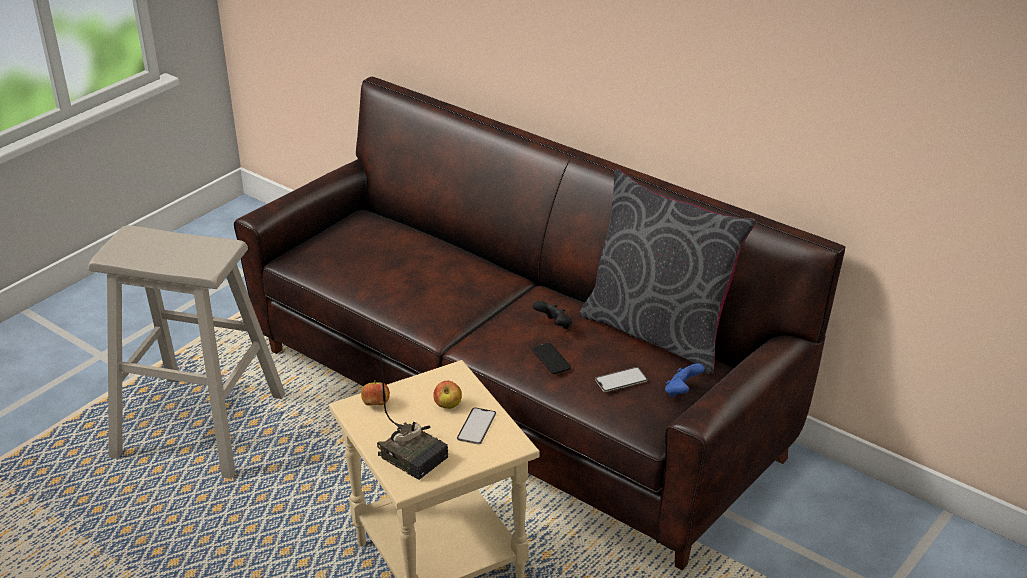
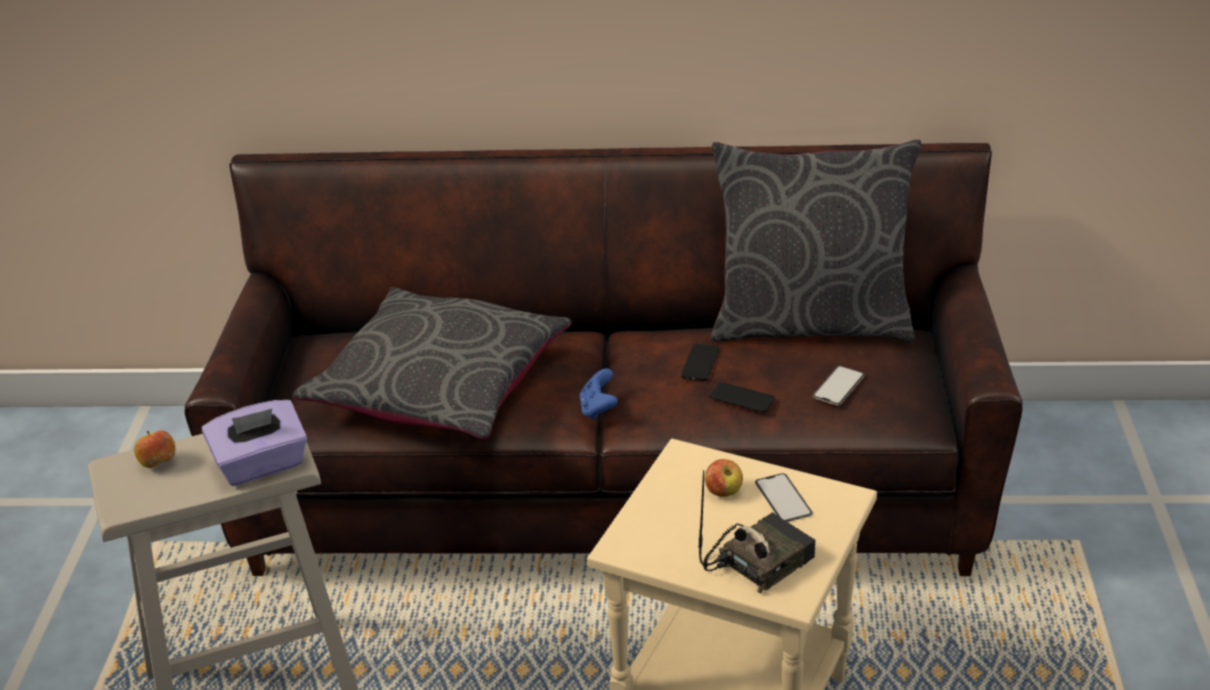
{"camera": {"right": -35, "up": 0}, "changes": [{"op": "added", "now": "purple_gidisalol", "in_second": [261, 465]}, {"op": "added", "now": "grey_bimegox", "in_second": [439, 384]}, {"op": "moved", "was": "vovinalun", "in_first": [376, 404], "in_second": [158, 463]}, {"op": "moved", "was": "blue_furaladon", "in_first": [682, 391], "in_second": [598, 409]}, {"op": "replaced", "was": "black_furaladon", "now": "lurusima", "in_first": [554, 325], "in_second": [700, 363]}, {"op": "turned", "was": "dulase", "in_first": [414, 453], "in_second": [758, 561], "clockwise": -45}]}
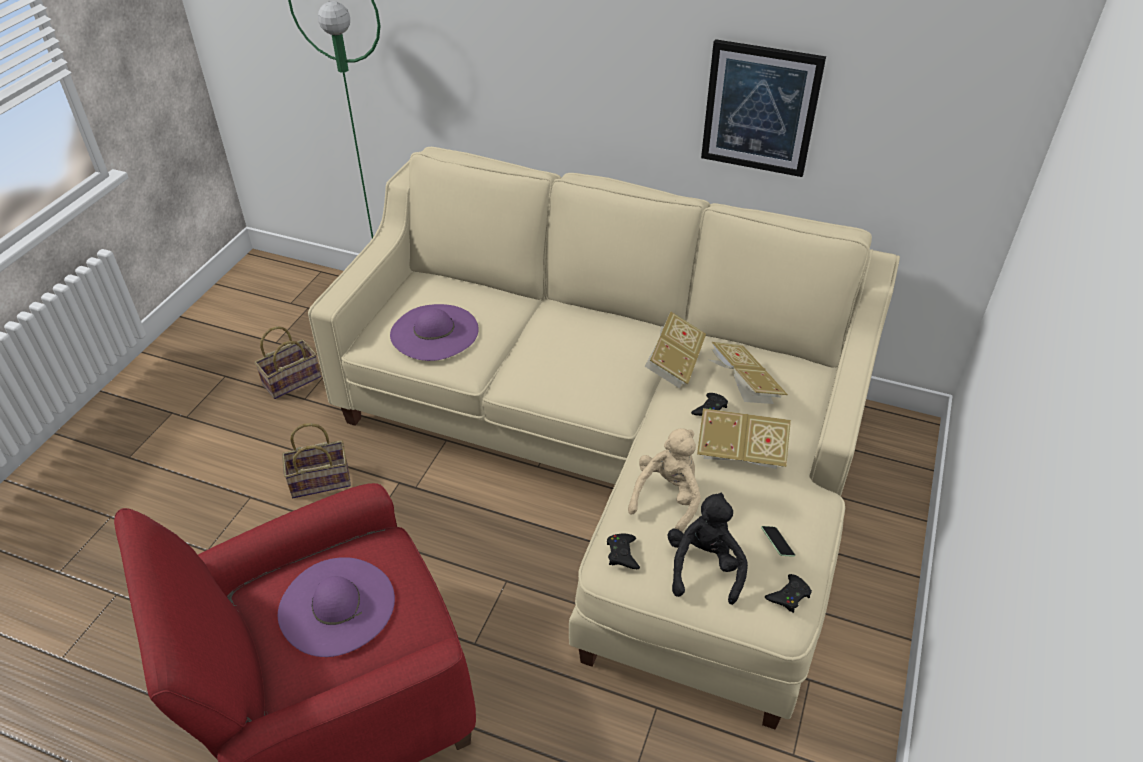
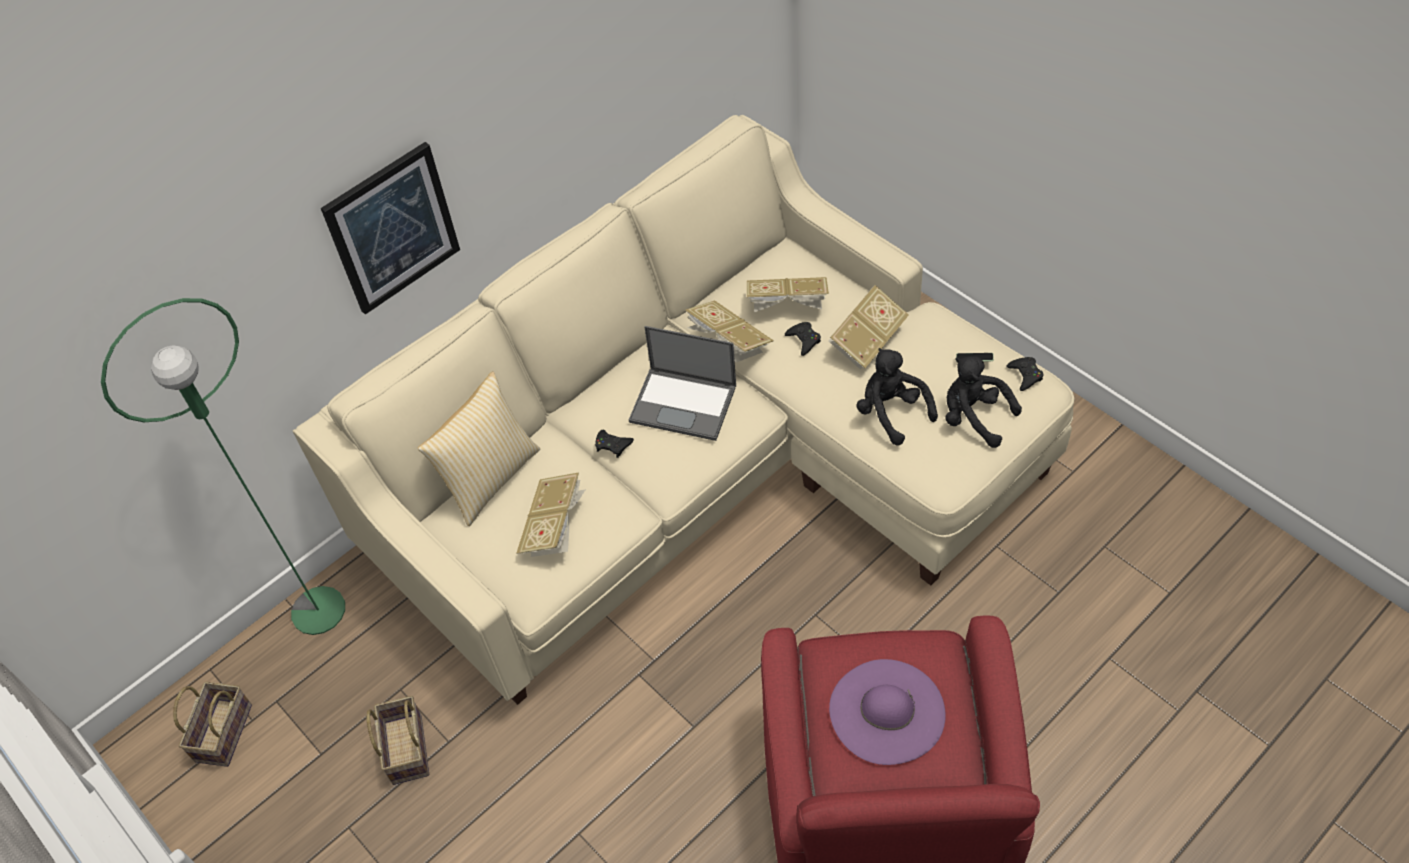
{"camera": {"right": -60, "up": 10}, "changes": [{"op": "added", "now": "bimegox", "in_second": [490, 478]}, {"op": "added", "now": "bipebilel", "in_second": [684, 403]}, {"op": "moved", "was": "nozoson", "in_first": [322, 480], "in_second": [223, 731]}, {"op": "moved", "was": "black_furaladon", "in_first": [622, 554], "in_second": [612, 445]}, {"op": "moved", "was": "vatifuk", "in_first": [760, 108], "in_second": [392, 228]}, {"op": "replaced", "was": "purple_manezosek", "now": "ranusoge", "in_first": [434, 332], "in_second": [555, 527]}, {"op": "recoloured", "was": "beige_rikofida", "now": "black_rikofida", "in_first": [667, 498], "in_second": [891, 412]}]}
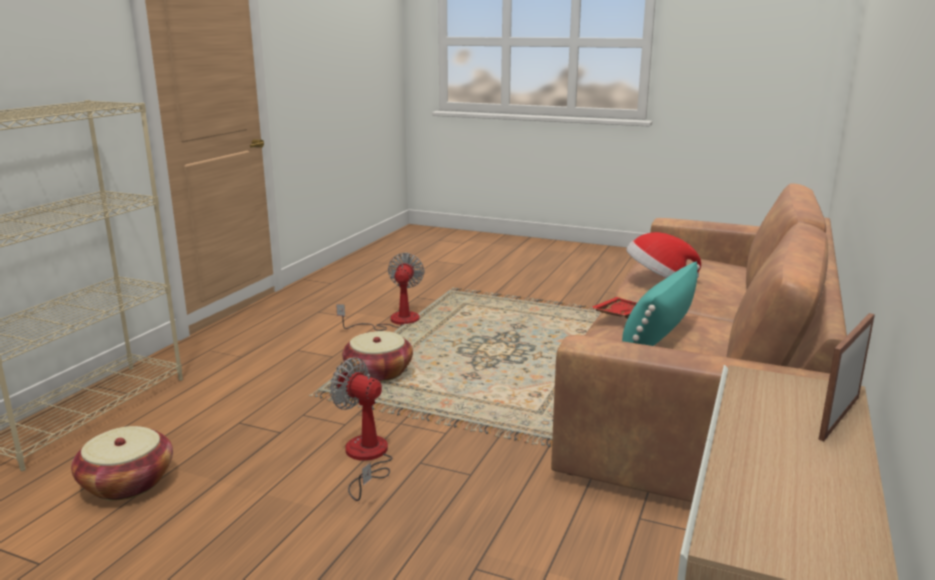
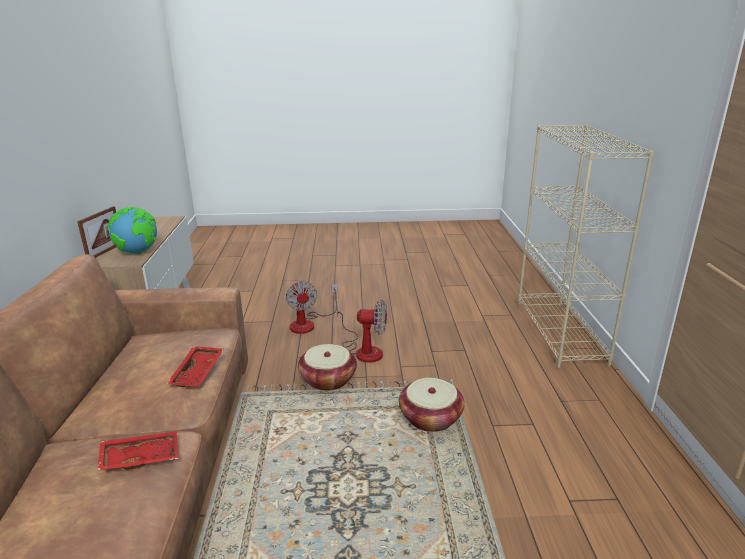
{"camera": {"right": 155, "up": 5}, "changes": [{"op": "removed", "was": "turquoise_bimegox", "in_first": [657, 335]}, {"op": "added", "now": "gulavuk", "in_second": [138, 252]}, {"op": "moved", "was": "nozoson", "in_first": [127, 483], "in_second": [328, 379]}, {"op": "moved", "was": "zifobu", "in_first": [394, 321], "in_second": [308, 323]}, {"op": "replaced", "was": "manezosek", "now": "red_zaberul", "in_first": [658, 279], "in_second": [141, 457]}]}
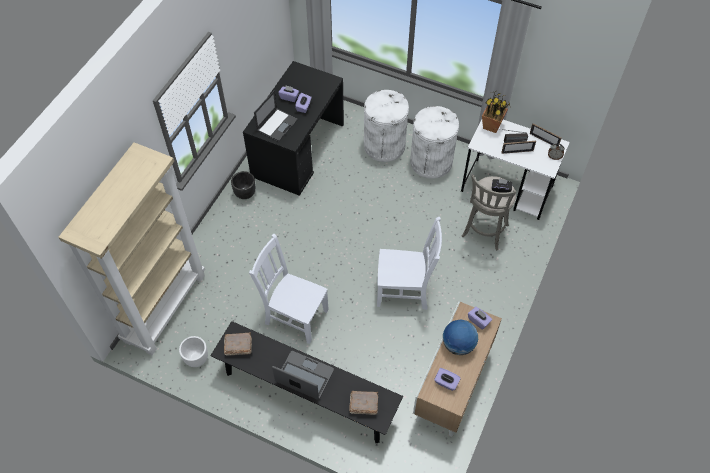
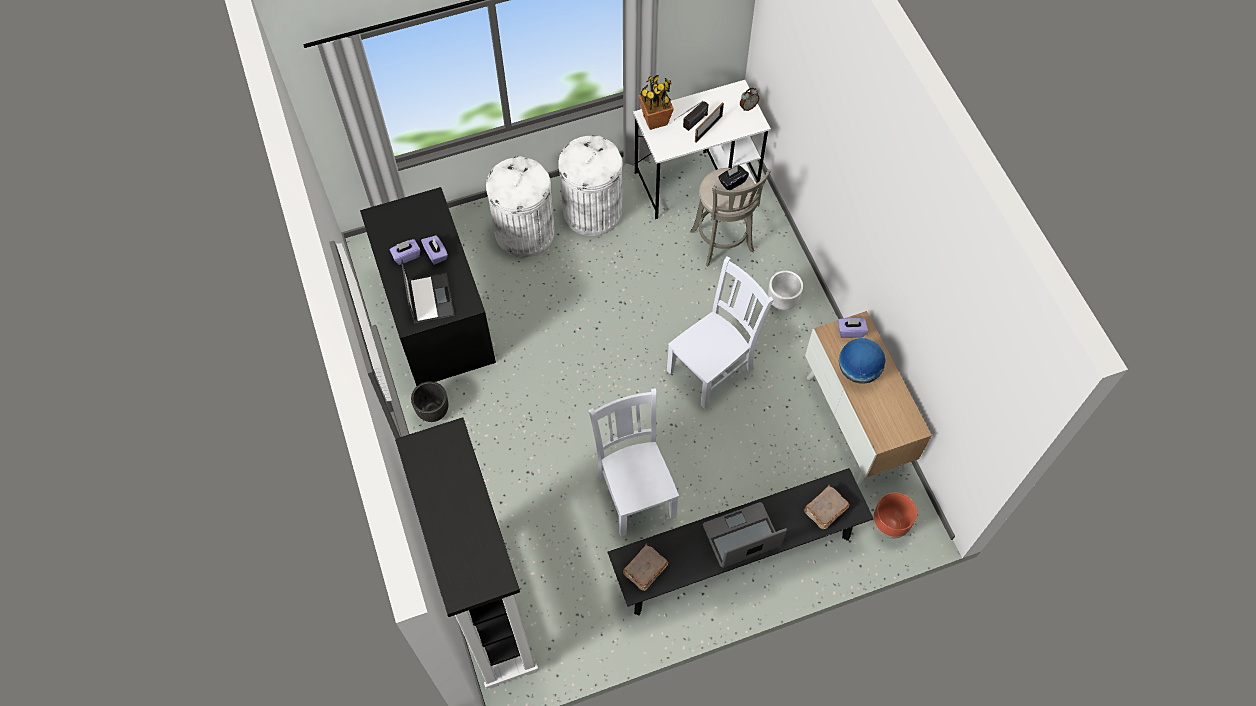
{"camera": {"right": -45, "up": 5}, "changes": [{"op": "removed", "was": "purple_gidisalol", "in_first": [446, 382]}, {"op": "removed", "was": "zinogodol", "in_first": [543, 140]}, {"op": "added", "now": "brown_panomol", "in_second": [889, 525]}, {"op": "moved", "was": "white_panomol", "in_first": [197, 358], "in_second": [782, 300]}, {"op": "recoloured", "was": "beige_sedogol", "now": "black_sedogol", "in_first": [165, 307], "in_second": [489, 610]}, {"op": "turned", "was": "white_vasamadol", "in_first": [294, 315], "in_second": [635, 492], "clockwise": 90}]}
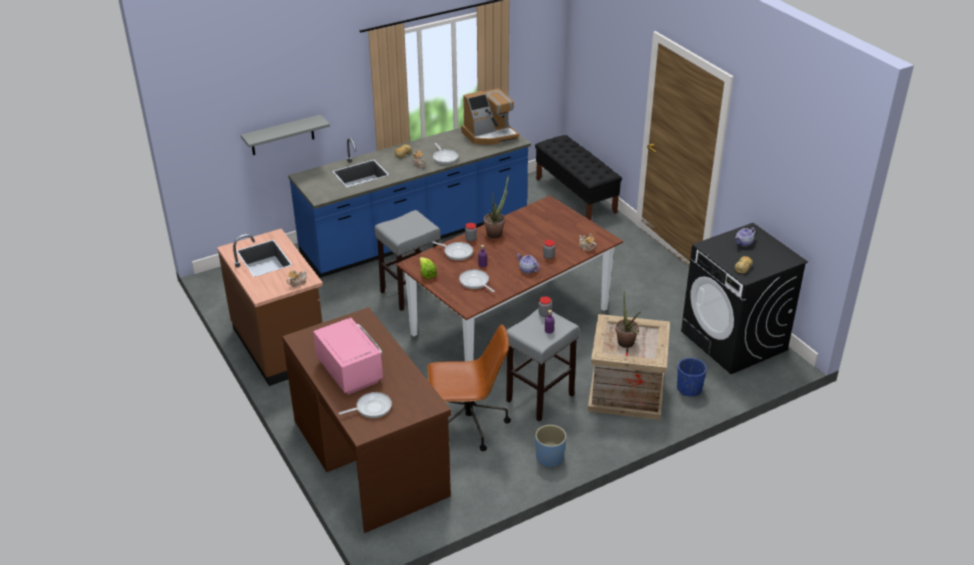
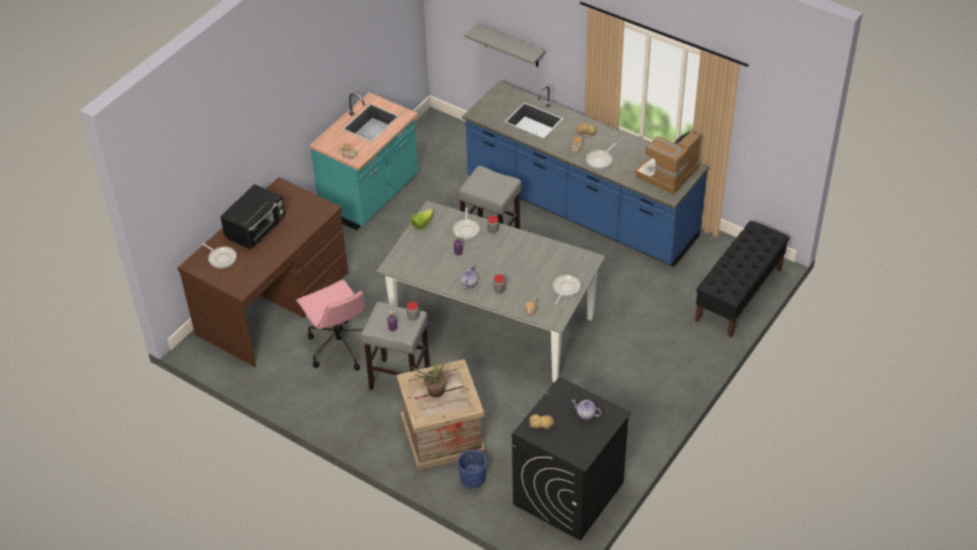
{"camera": {"right": 65, "up": 10}, "changes": [{"op": "removed", "was": "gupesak", "in_first": [496, 232]}, {"op": "removed", "was": "blue_panomol", "in_first": [550, 458]}, {"op": "moved", "was": "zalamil", "in_first": [475, 282], "in_second": [565, 289]}, {"op": "recoloured", "was": "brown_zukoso", "now": "turquoise_zukoso", "in_first": [280, 345], "in_second": [371, 197]}, {"op": "recoloured", "was": "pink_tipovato", "now": "black_tipovato", "in_first": [350, 371], "in_second": [256, 229]}, {"op": "recoloured", "was": "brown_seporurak", "now": "grey_seporurak", "in_first": [510, 322], "in_second": [492, 322]}, {"op": "recoloured", "was": "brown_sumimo", "now": "pink_sumimo", "in_first": [468, 425], "in_second": [339, 346]}, {"op": "turned", "was": "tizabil", "in_first": [490, 135], "in_second": [667, 173], "clockwise": 90}]}
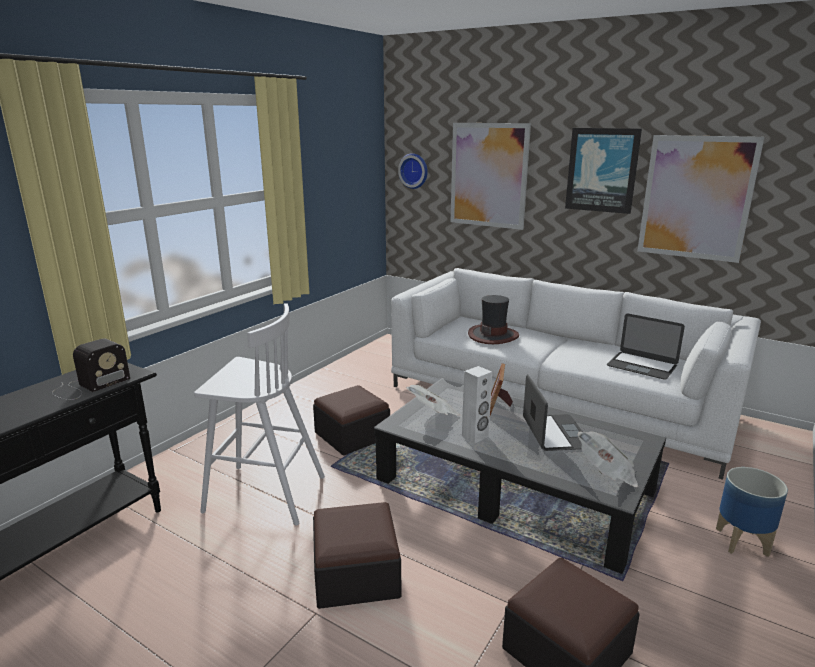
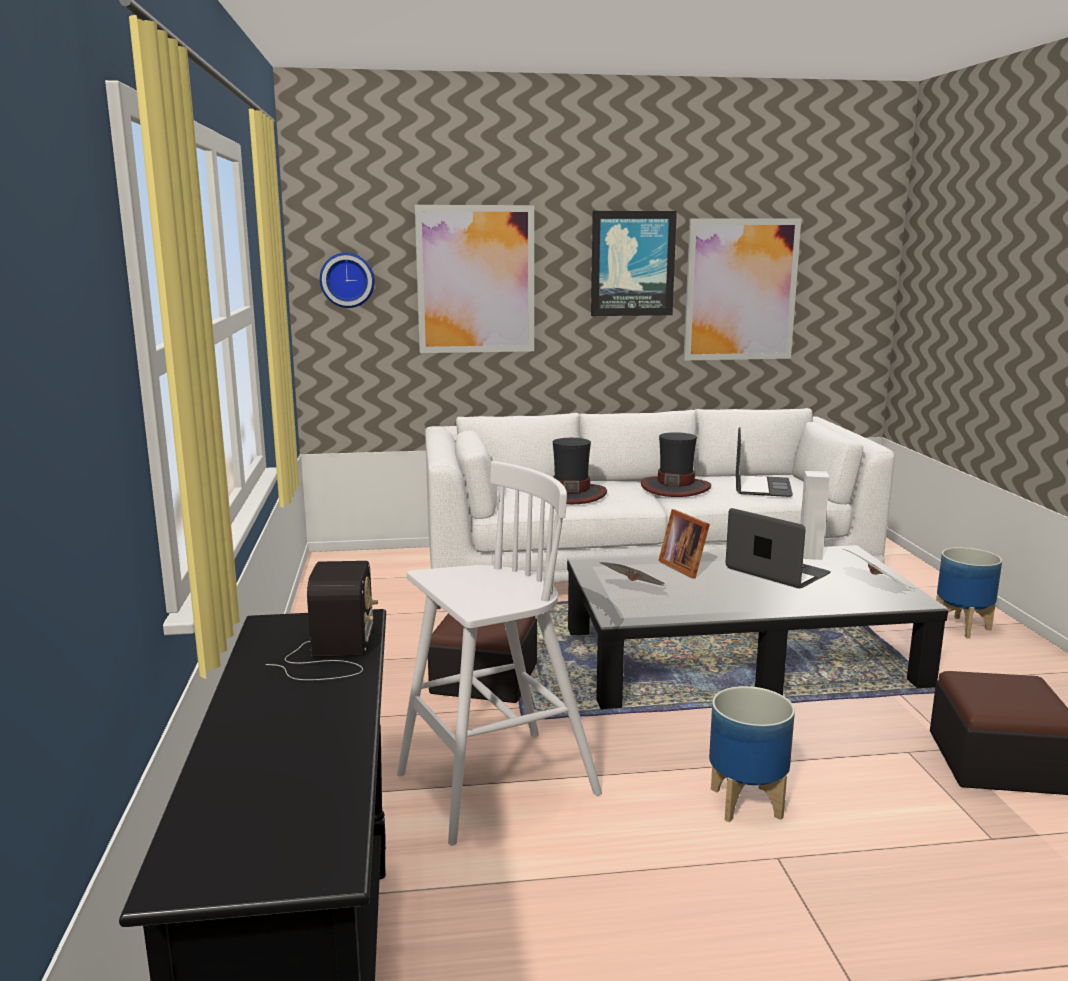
{"camera": {"right": -40, "up": -5}, "changes": [{"op": "added", "now": "manezosek", "in_second": [675, 487]}, {"op": "moved", "was": "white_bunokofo", "in_first": [475, 436], "in_second": [810, 555]}, {"op": "replaced", "was": "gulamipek", "now": "panomol", "in_first": [356, 574], "in_second": [747, 803]}, {"op": "turned", "was": "bipebilel", "in_first": [642, 365], "in_second": [762, 486], "clockwise": -75}]}
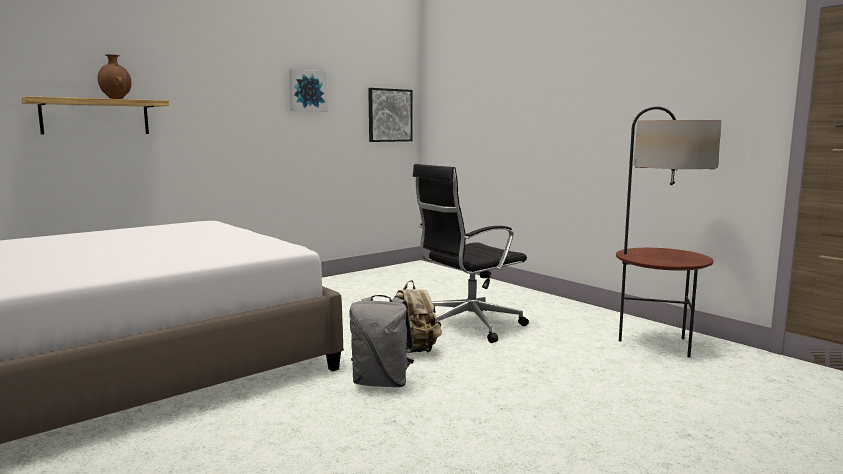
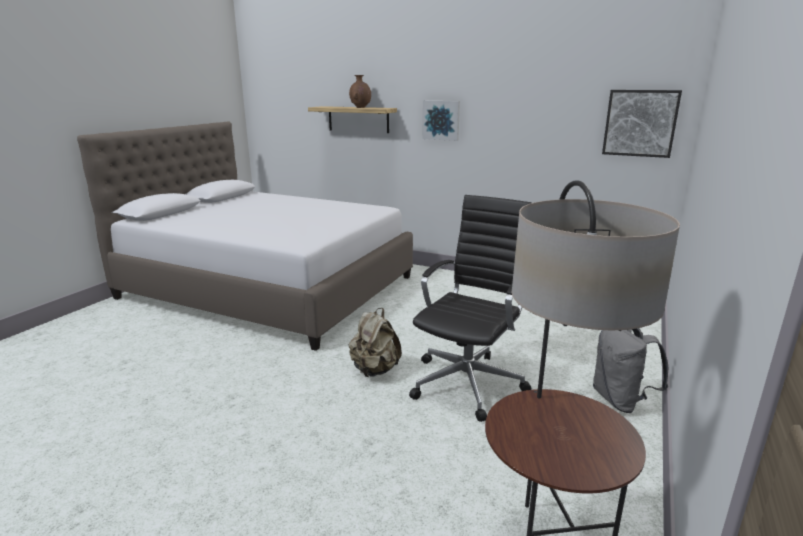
{"camera": {"right": 65, "up": 10}, "changes": [{"op": "moved", "was": "vatifuk", "in_first": [307, 91], "in_second": [441, 120]}, {"op": "moved", "was": "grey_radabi", "in_first": [382, 382], "in_second": [621, 401]}, {"op": "turned", "was": "black_sumimo", "in_first": [467, 326], "in_second": [469, 382], "clockwise": 90}]}
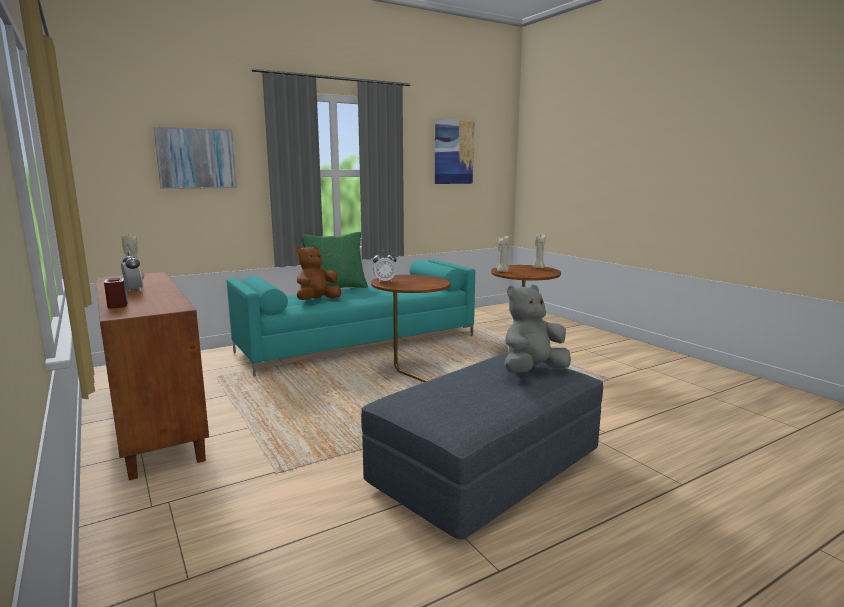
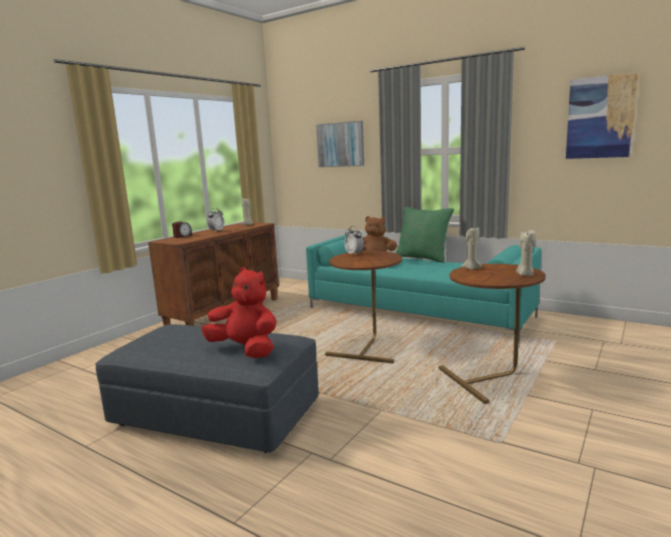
{"camera": {"right": 65, "up": 0}, "changes": [{"op": "recoloured", "was": "grey_rikofida", "now": "red_rikofida", "in_first": [532, 371], "in_second": [245, 350]}]}
